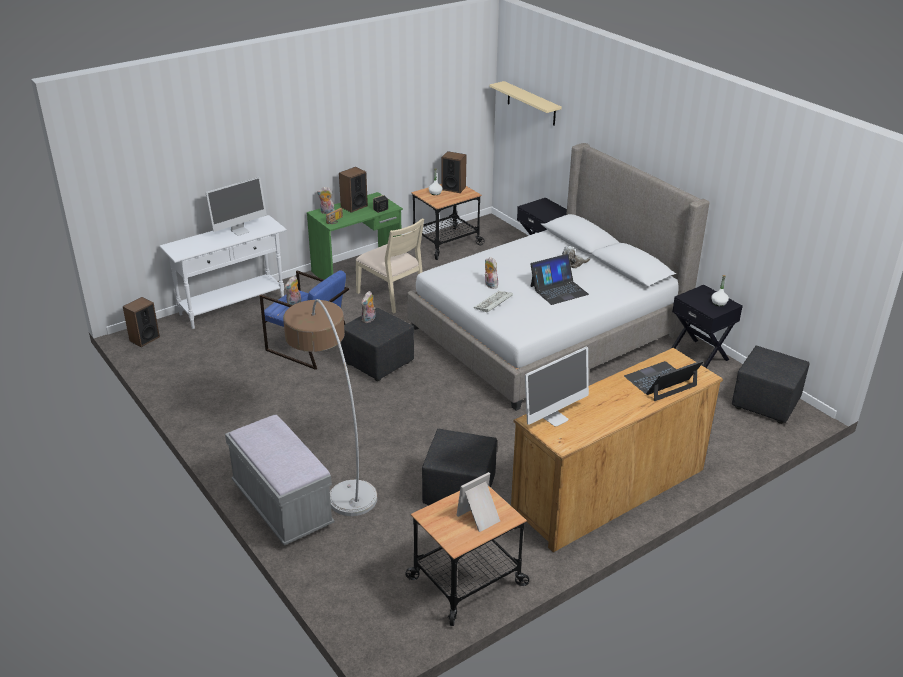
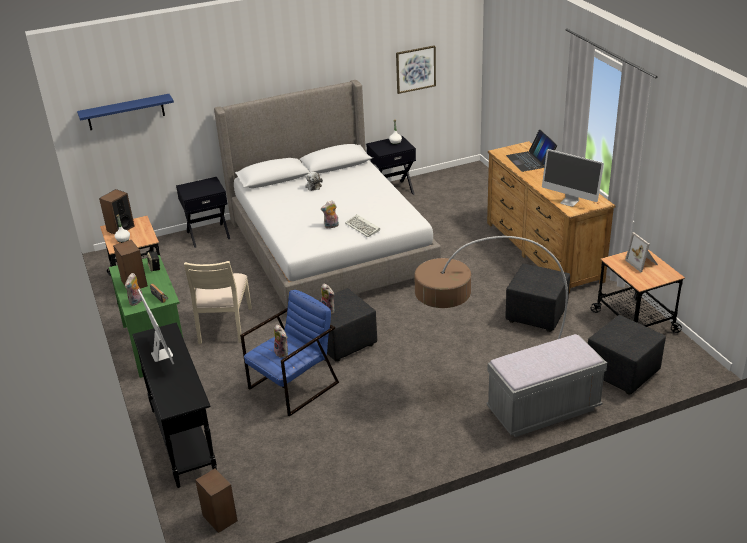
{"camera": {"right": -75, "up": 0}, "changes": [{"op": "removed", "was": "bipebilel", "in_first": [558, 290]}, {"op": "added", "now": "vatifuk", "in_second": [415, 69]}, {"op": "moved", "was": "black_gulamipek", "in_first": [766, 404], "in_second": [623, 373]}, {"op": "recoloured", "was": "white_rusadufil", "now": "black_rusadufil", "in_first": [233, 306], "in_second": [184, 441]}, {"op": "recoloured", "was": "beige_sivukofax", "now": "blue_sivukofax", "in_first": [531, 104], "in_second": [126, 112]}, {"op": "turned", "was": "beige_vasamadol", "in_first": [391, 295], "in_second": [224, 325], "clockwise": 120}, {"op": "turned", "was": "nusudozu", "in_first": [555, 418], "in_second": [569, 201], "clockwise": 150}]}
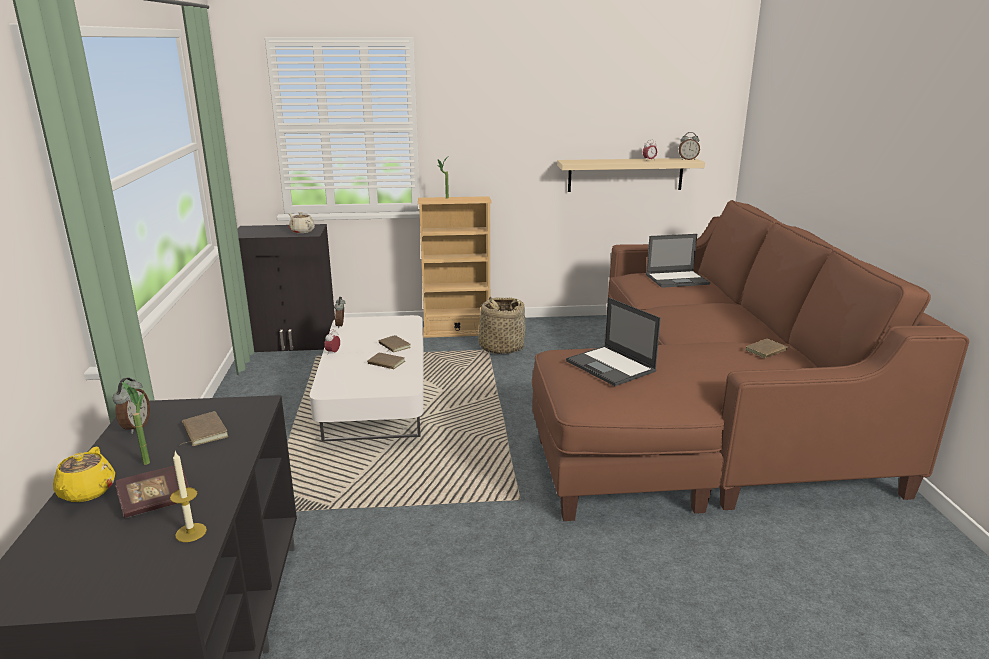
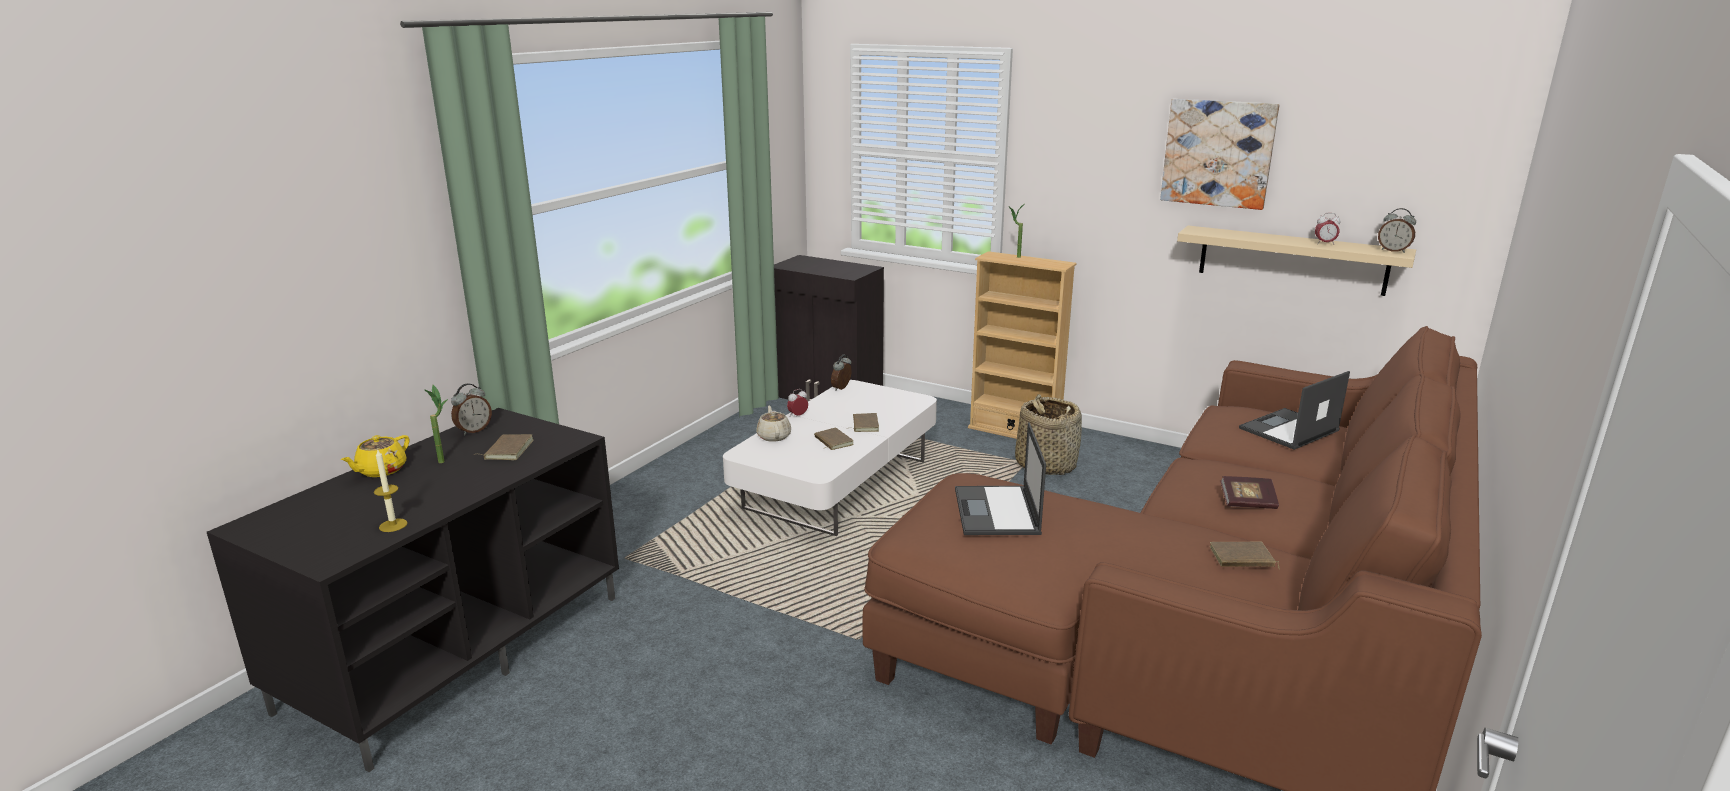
{"camera": {"right": 35, "up": 0}, "changes": [{"op": "added", "now": "vatifuk", "in_second": [1218, 153]}, {"op": "moved", "was": "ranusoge", "in_first": [156, 502], "in_second": [1247, 503]}, {"op": "moved", "was": "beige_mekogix", "in_first": [302, 231], "in_second": [774, 436]}, {"op": "turned", "was": "bipebilel", "in_first": [677, 279], "in_second": [1288, 430], "clockwise": 120}]}
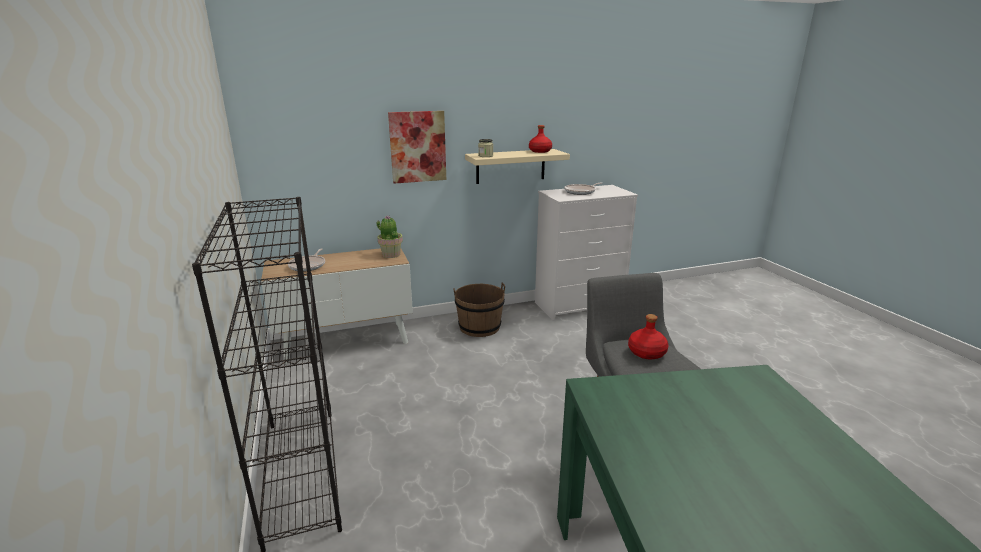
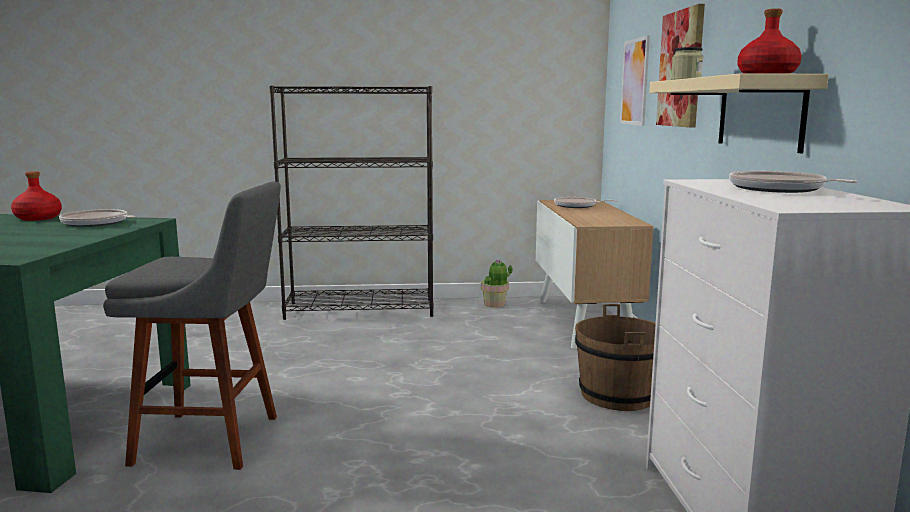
{"camera": {"right": 105, "up": -10}, "changes": [{"op": "added", "now": "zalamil", "in_second": [97, 223]}, {"op": "added", "now": "vatifuk", "in_second": [635, 82]}, {"op": "moved", "was": "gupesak", "in_first": [391, 254], "in_second": [495, 304]}, {"op": "moved", "was": "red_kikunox", "in_first": [646, 352], "in_second": [38, 218]}]}
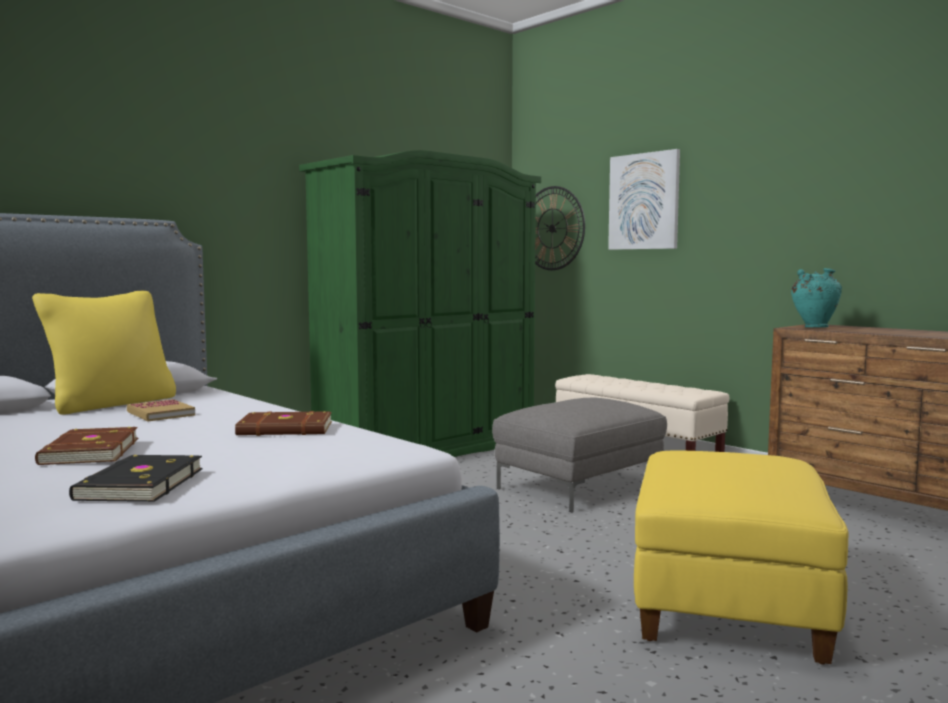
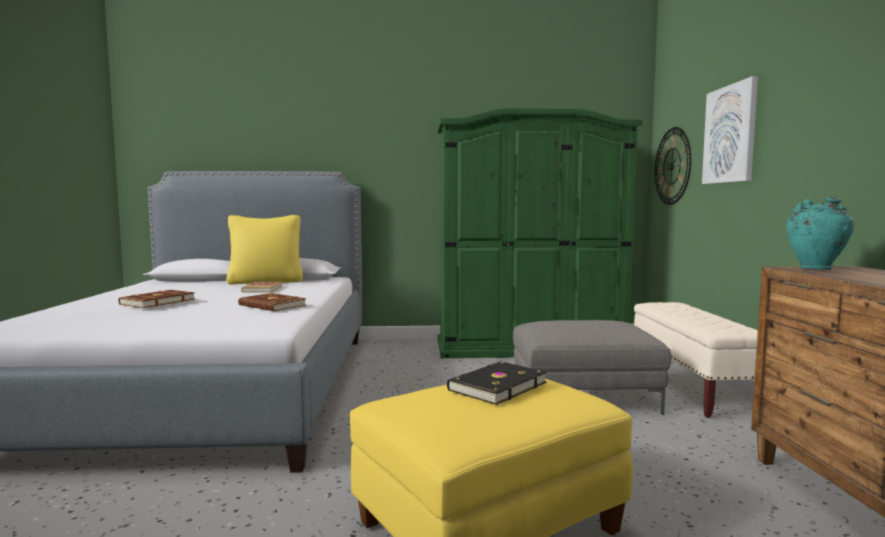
{"camera": {"right": 40, "up": 0}, "changes": [{"op": "moved", "was": "black_ranusoge", "in_first": [138, 484], "in_second": [496, 386]}]}
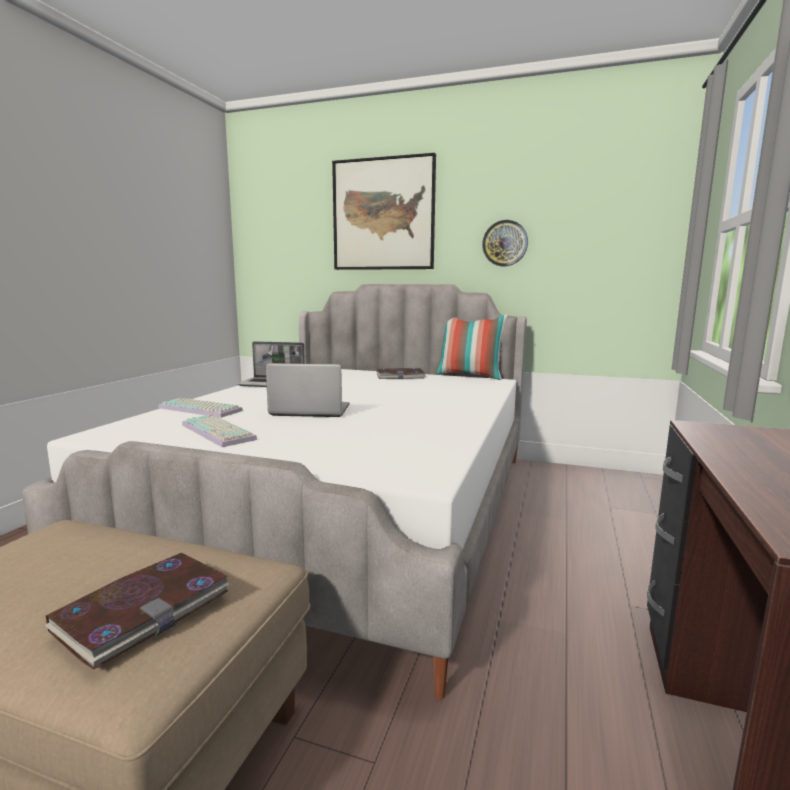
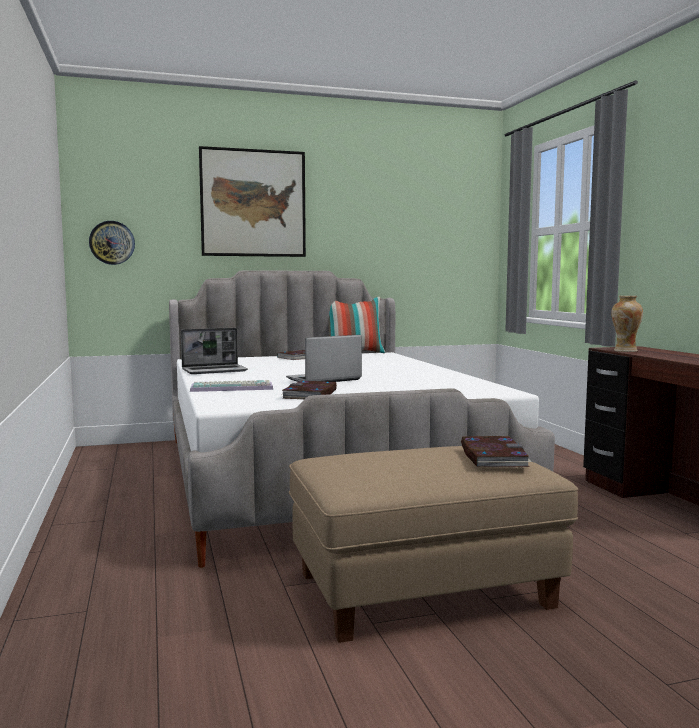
{"camera": {"right": -35, "up": -5}, "changes": [{"op": "added", "now": "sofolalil", "in_second": [625, 351]}, {"op": "moved", "was": "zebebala", "in_first": [505, 243], "in_second": [112, 242]}, {"op": "replaced", "was": "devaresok", "now": "ranusoge", "in_first": [220, 432], "in_second": [310, 394]}]}
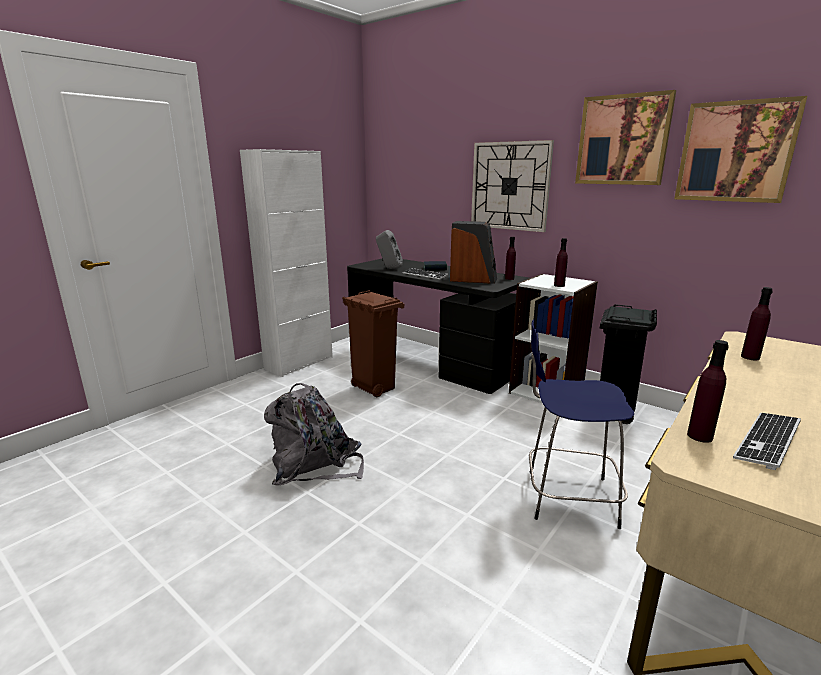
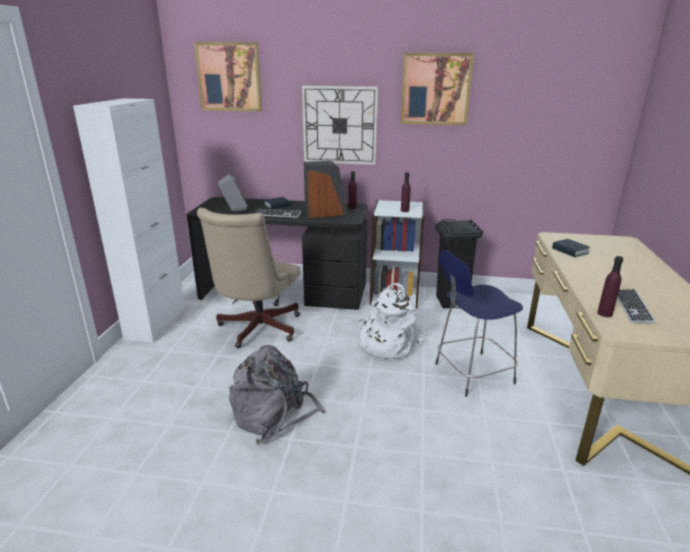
{"camera": {"right": -30, "up": 5}, "changes": [{"op": "added", "now": "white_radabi", "in_second": [386, 344]}, {"op": "moved", "was": "vatifuk", "in_first": [735, 152], "in_second": [229, 77]}, {"op": "replaced", "was": "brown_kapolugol", "now": "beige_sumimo", "in_first": [374, 388], "in_second": [256, 330]}, {"op": "replaced", "was": "purple_kikunox", "now": "ranusoge", "in_first": [750, 357], "in_second": [570, 251]}]}
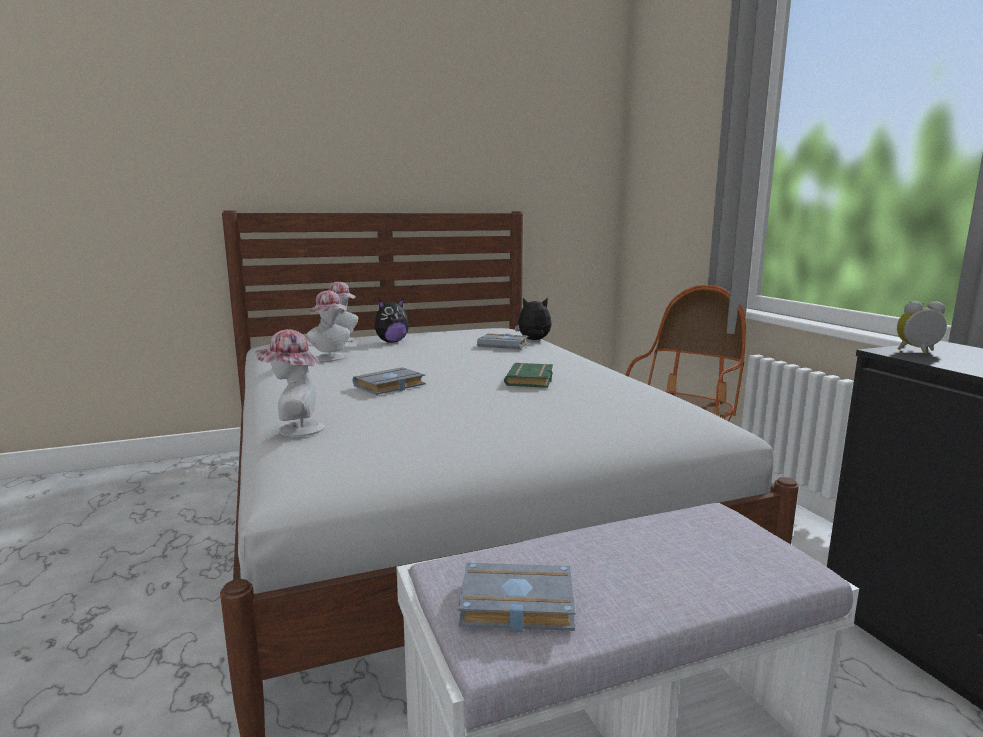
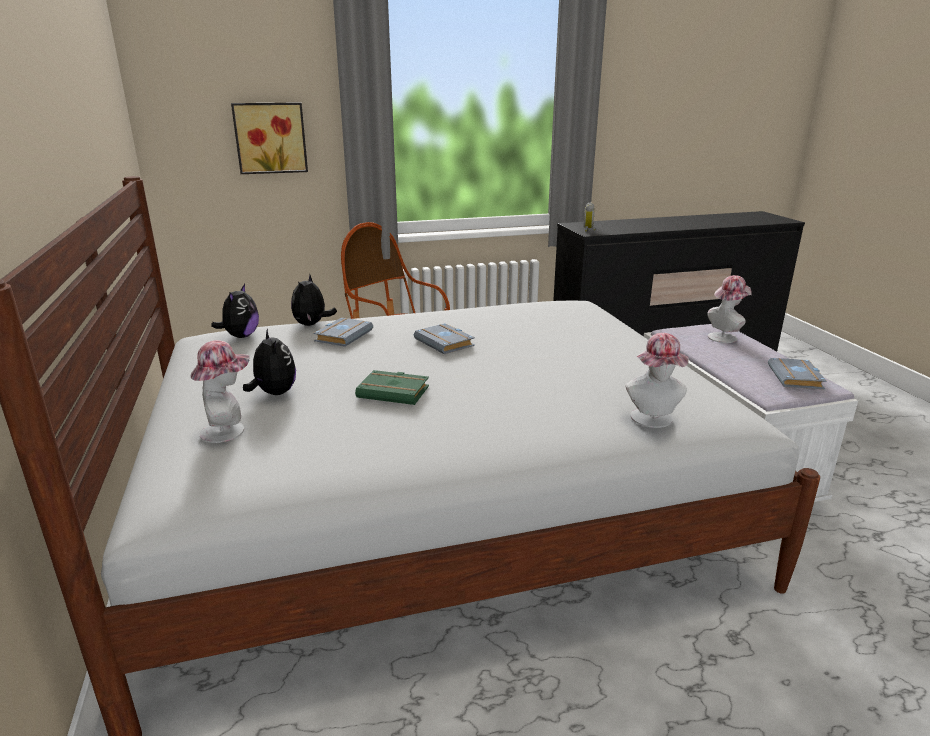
{"camera": {"right": -85, "up": 10}, "changes": [{"op": "added", "now": "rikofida", "in_second": [241, 336]}, {"op": "added", "now": "vatifuk", "in_second": [270, 138]}, {"op": "moved", "was": "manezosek", "in_first": [331, 358], "in_second": [724, 337]}, {"op": "moved", "was": "grey_ranusoge", "in_first": [389, 386], "in_second": [446, 343]}, {"op": "moved", "was": "green_ranusoge", "in_first": [531, 380], "in_second": [395, 392]}]}
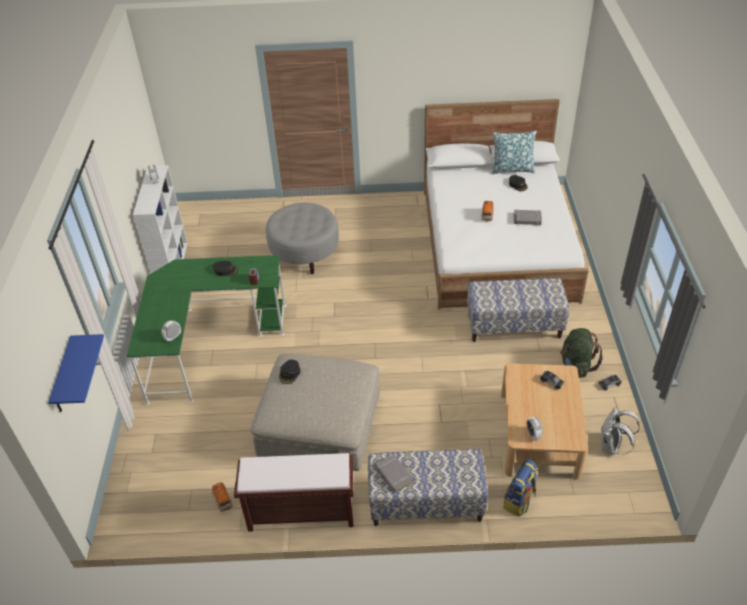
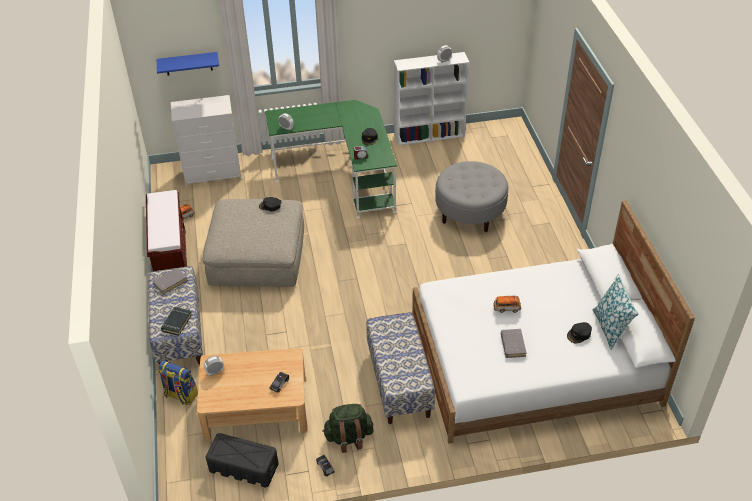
{"camera": {"right": 80, "up": 0}, "changes": [{"op": "added", "now": "black_ranusoge", "in_second": [176, 322]}, {"op": "added", "now": "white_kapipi", "in_second": [213, 173]}, {"op": "replaced", "was": "white_radabi", "now": "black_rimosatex", "in_first": [612, 446], "in_second": [243, 467]}]}
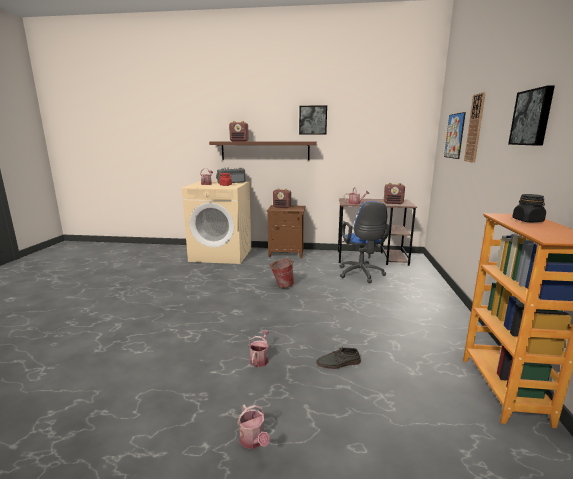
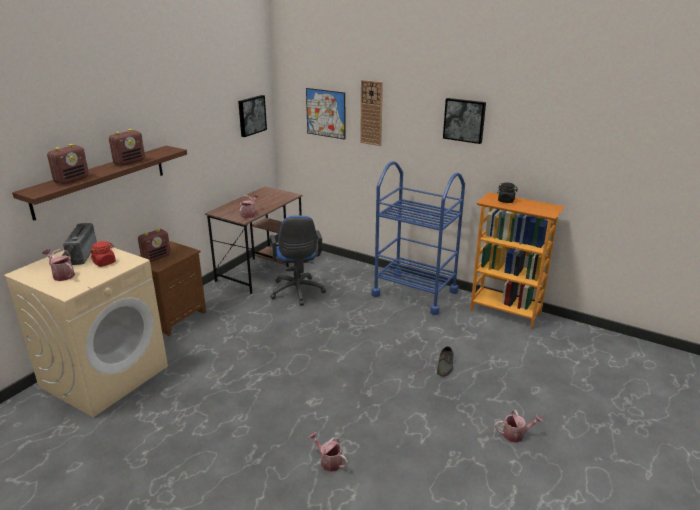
{"camera": {"right": -65, "up": 10}, "changes": [{"op": "removed", "was": "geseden", "in_first": [282, 286]}, {"op": "added", "now": "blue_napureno", "in_second": [415, 293]}, {"op": "moved", "was": "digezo", "in_first": [260, 359], "in_second": [328, 461]}, {"op": "moved", "was": "vatifuk", "in_first": [313, 120], "in_second": [251, 115]}, {"op": "moved", "was": "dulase", "in_first": [393, 203], "in_second": [130, 162]}, {"op": "turned", "was": "blue_sumimo", "in_first": [361, 275], "in_second": [297, 293], "clockwise": 60}]}
